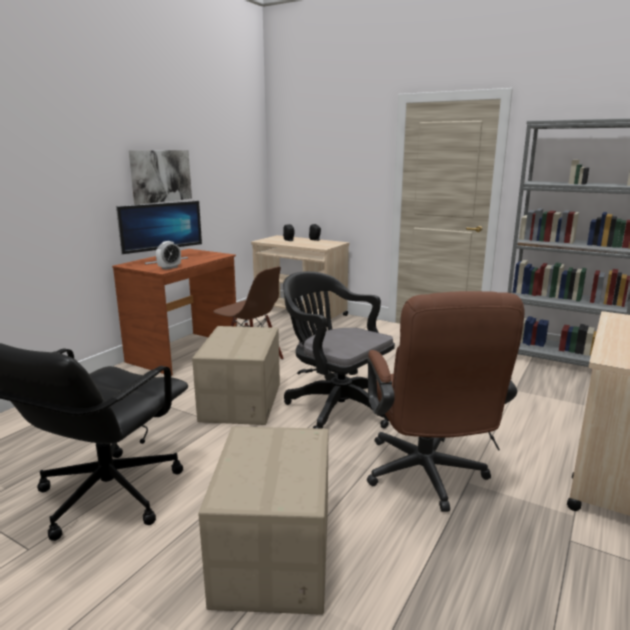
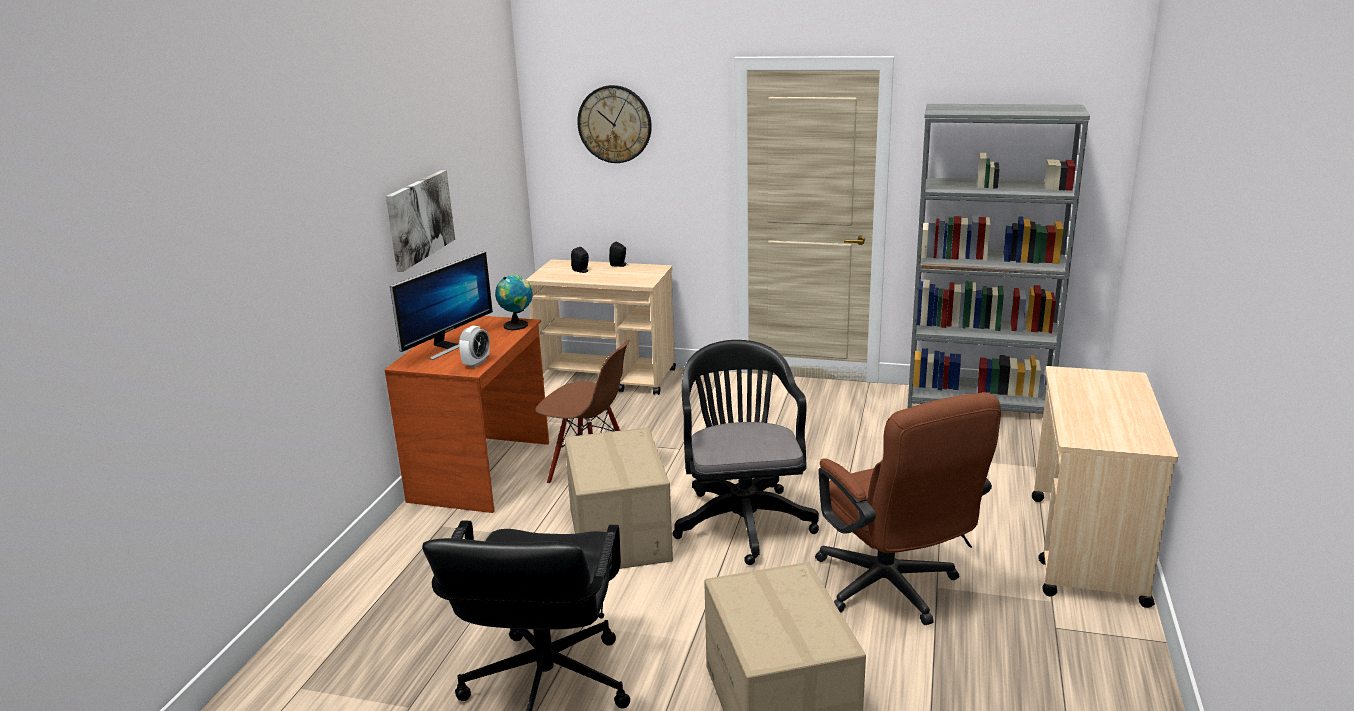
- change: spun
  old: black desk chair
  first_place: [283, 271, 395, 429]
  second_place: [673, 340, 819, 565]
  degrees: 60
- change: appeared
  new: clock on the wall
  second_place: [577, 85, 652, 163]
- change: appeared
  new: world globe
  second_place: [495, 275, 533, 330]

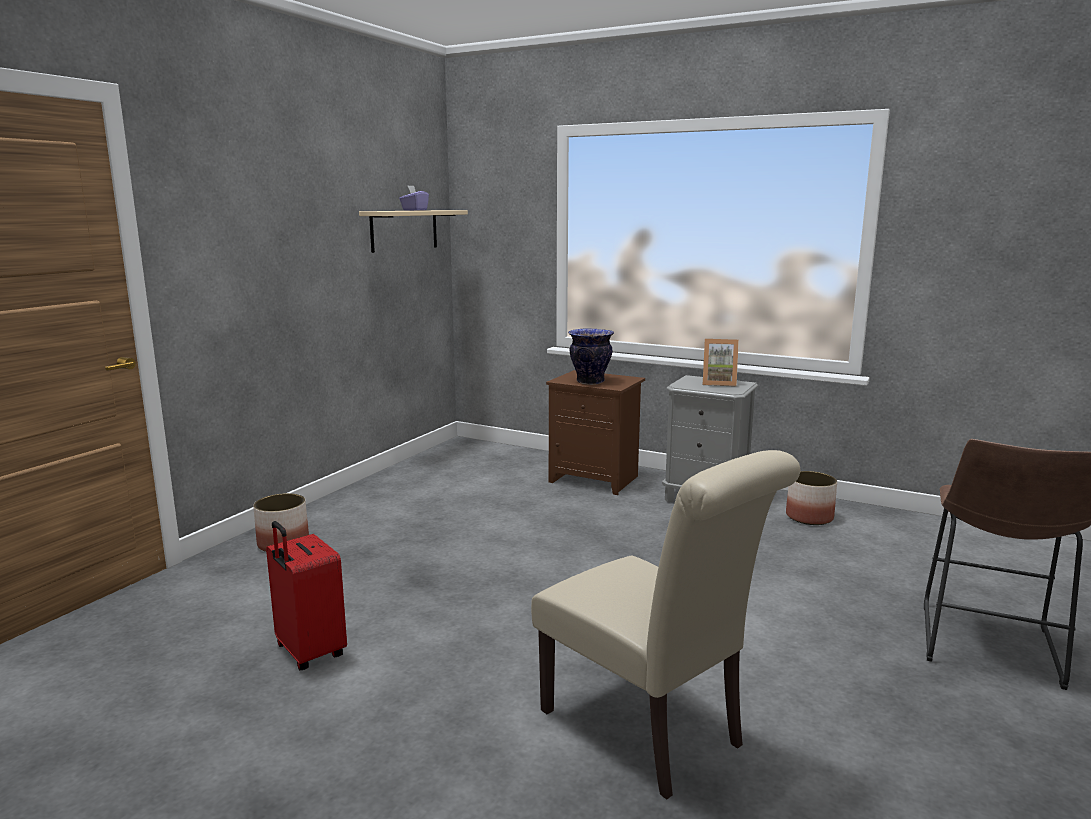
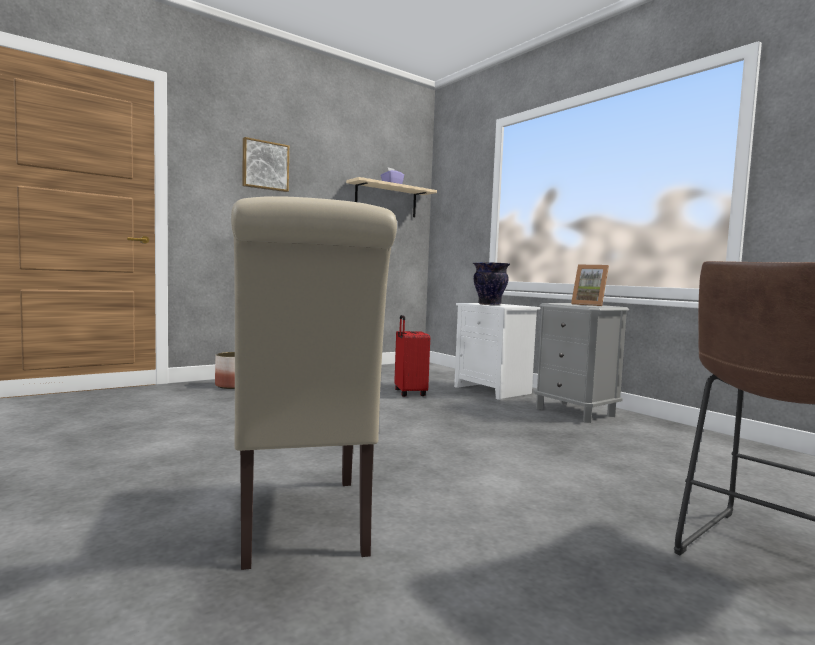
- change: colour
  old: brown-coloured nightstand
  new: white nightstand
  first_place: [546, 370, 645, 495]
  second_place: [454, 303, 540, 400]
- change: missing
  old: planter
  first_place: [786, 471, 837, 525]
- change: relocated
  old: red piece of luggage
  first_place: [266, 521, 347, 670]
  second_place: [394, 315, 430, 397]
- change: appeared
  new: picture
  second_place: [242, 137, 289, 192]

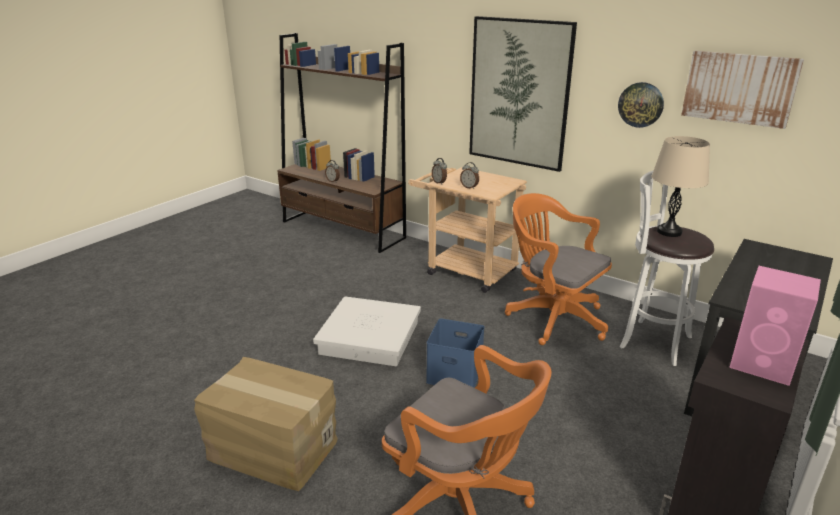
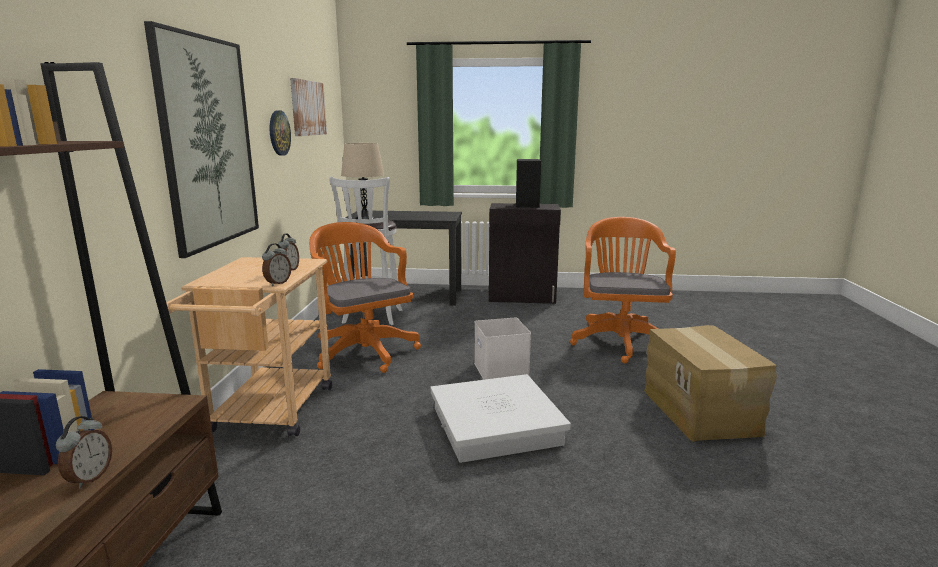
- change: spun
  old: orange desk chair
  first_place: [505, 193, 612, 345]
  second_place: [309, 222, 421, 373]
  degrees: 135
- change: colour
  old: pink-coloured speaker
  new: black speaker
  first_place: [729, 266, 821, 386]
  second_place: [516, 159, 541, 208]
- change: colour
  old: blue-coloured storage bin
  new: white storage bin
  first_place: [426, 318, 485, 388]
  second_place: [474, 318, 531, 380]

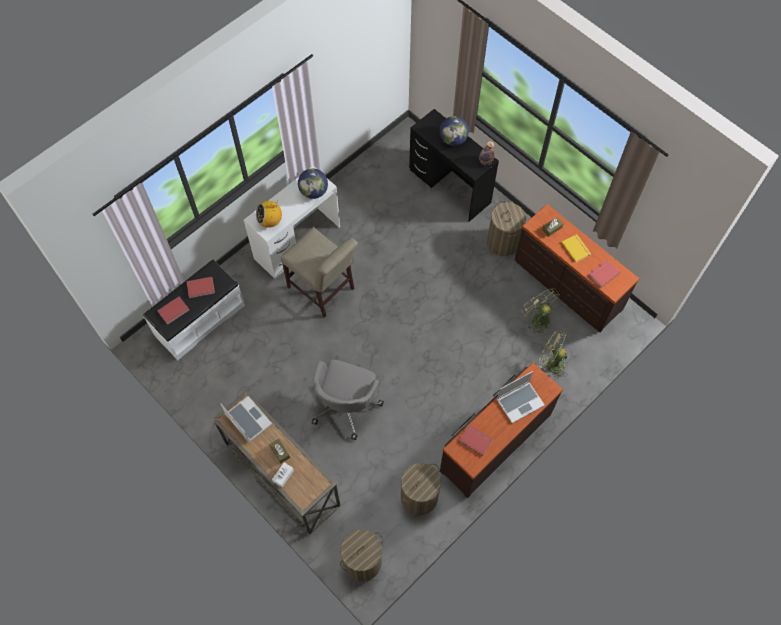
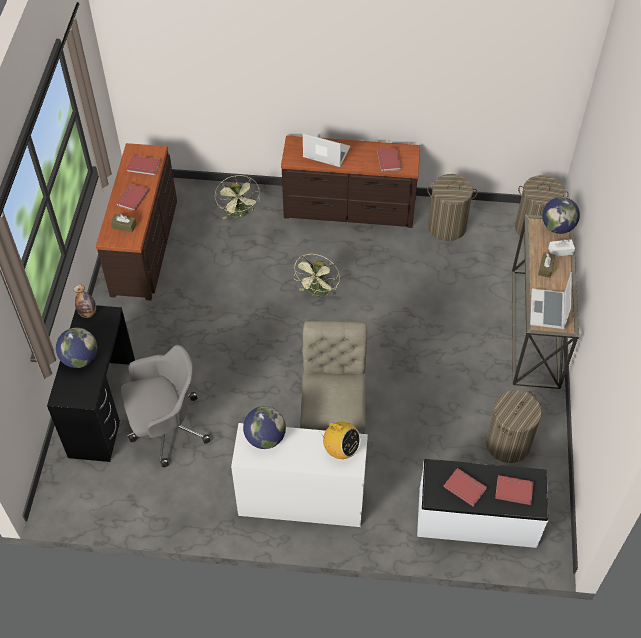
- change: relocated
  old: hamper
  first_place: [487, 200, 526, 256]
  second_place: [486, 390, 542, 463]
- change: colour
  old: yellow-coloured volume
  new: red volume
  first_place: [561, 234, 591, 263]
  second_place: [116, 183, 149, 211]
- change: relocated
  old: green fan
  first_place: [521, 288, 560, 335]
  second_place: [293, 254, 340, 297]
- change: relocated
  old: greyish desk chair
  first_place: [312, 360, 384, 440]
  second_place: [121, 345, 210, 467]
- change: appeared
  new: world globe
  second_place: [542, 197, 580, 234]

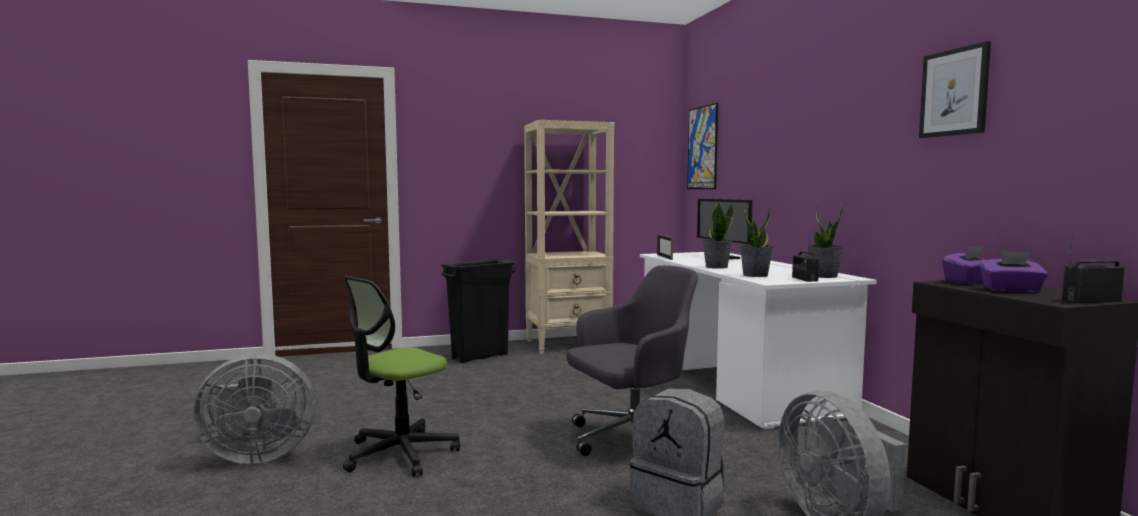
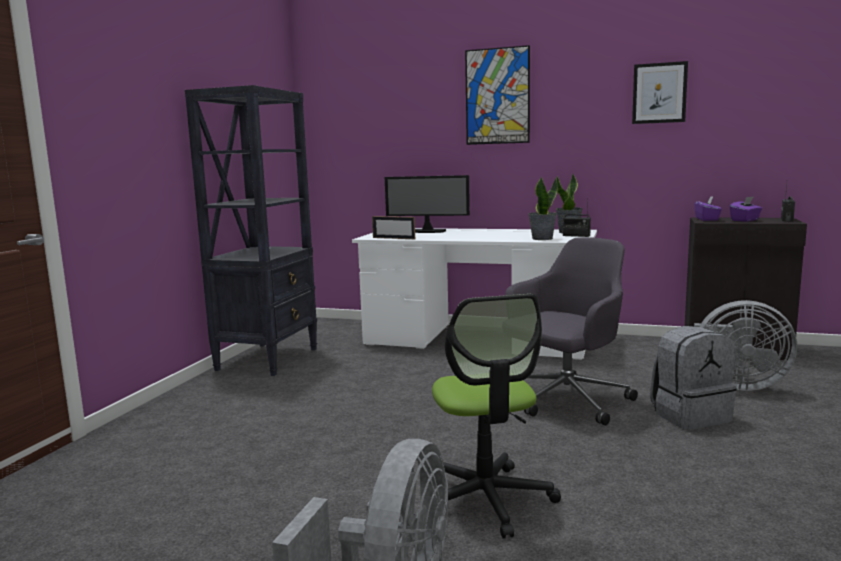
- change: relocated
  old: picture
  first_place: [687, 103, 718, 189]
  second_place: [465, 45, 530, 145]
- change: colour
  old: beige-coloured bookcase
  new: black bookcase
  first_place: [524, 120, 615, 354]
  second_place: [185, 85, 317, 376]
- change: missing
  old: houseplant
  first_place: [702, 202, 733, 269]
- change: missing
  old: black rubbish bin
  first_place: [441, 259, 515, 363]
- change: spun
  old: greyish desk chair
  first_place: [566, 265, 698, 456]
  second_place: [505, 237, 638, 425]
  degrees: 45

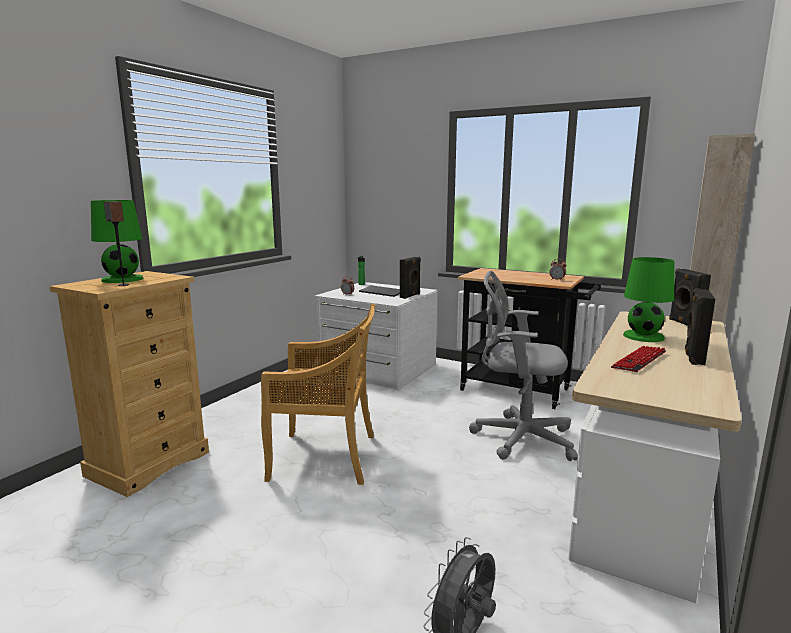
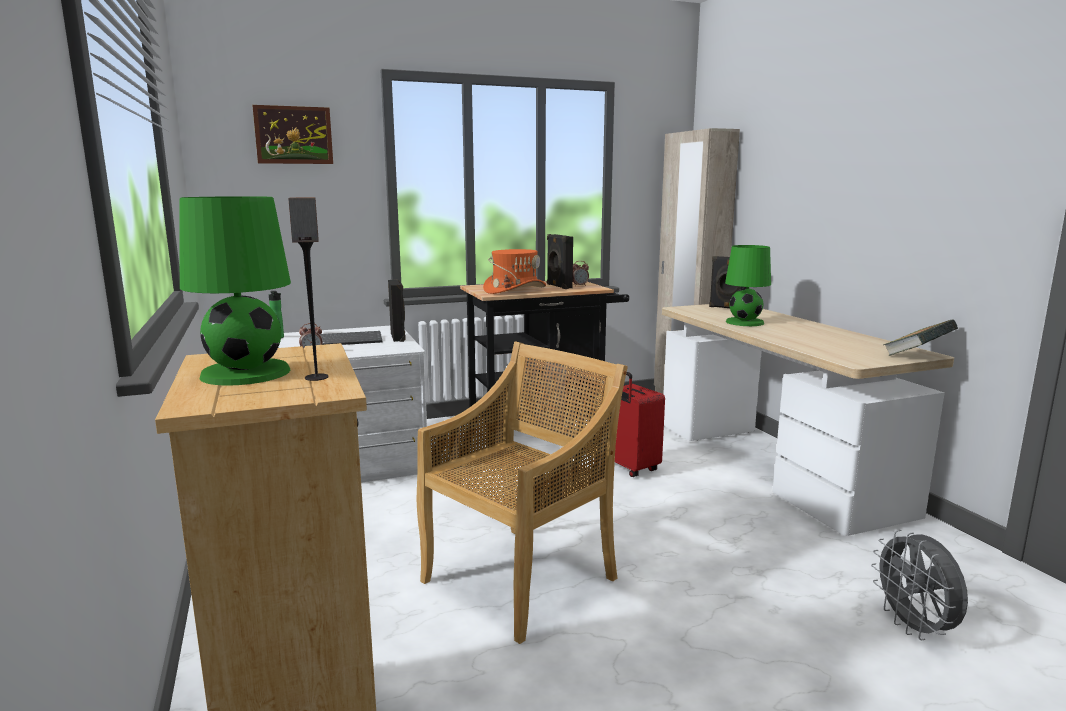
- change: exchanged
  old: greyish desk chair
  new: red piece of luggage
  first_place: [469, 271, 578, 461]
  second_place: [615, 372, 665, 477]
- change: relocated
  old: black speaker
  first_place: [685, 288, 715, 365]
  second_place: [547, 234, 573, 289]
- change: missing
  old: PC keyboard
  first_place: [611, 346, 666, 372]
- change: appeared
  new: picture
  second_place: [252, 105, 333, 164]
- change: appeared
  new: orange wearable hat
  second_place: [483, 249, 546, 294]
- change: appeared
  new: volume
  second_place: [883, 319, 958, 356]

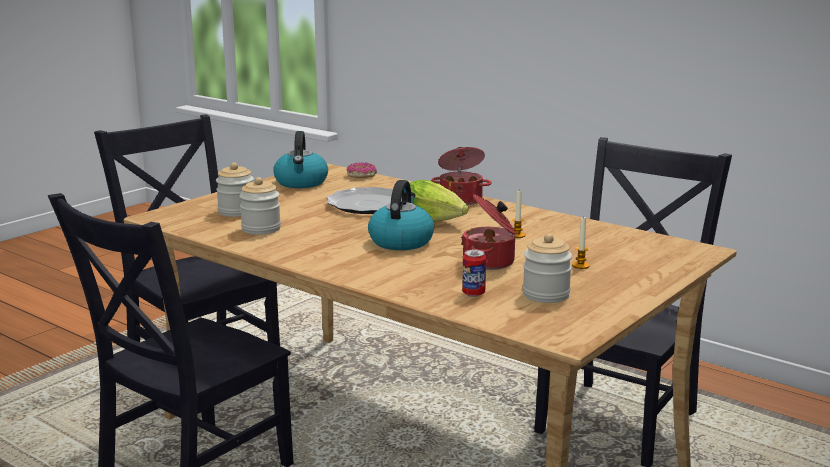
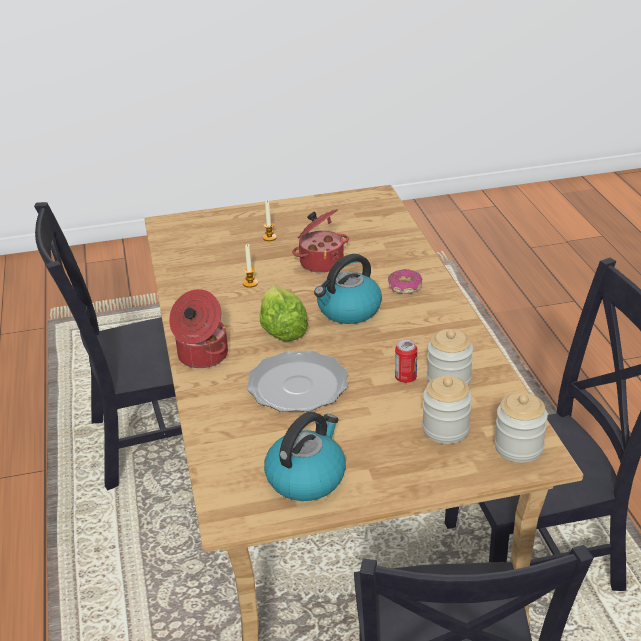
- change: relocated
  old: donut
  first_place: [347, 162, 377, 178]
  second_place: [388, 269, 423, 294]
- change: relocated
  old: preserve jar
  first_place: [523, 234, 572, 303]
  second_place: [495, 393, 548, 463]
- change: relocated
  old: can
  first_place: [462, 250, 486, 297]
  second_place: [395, 340, 417, 383]

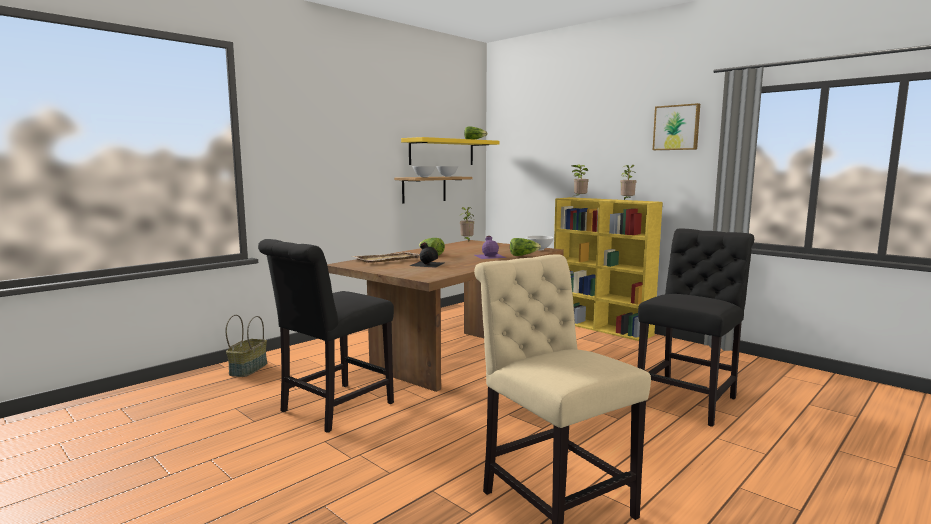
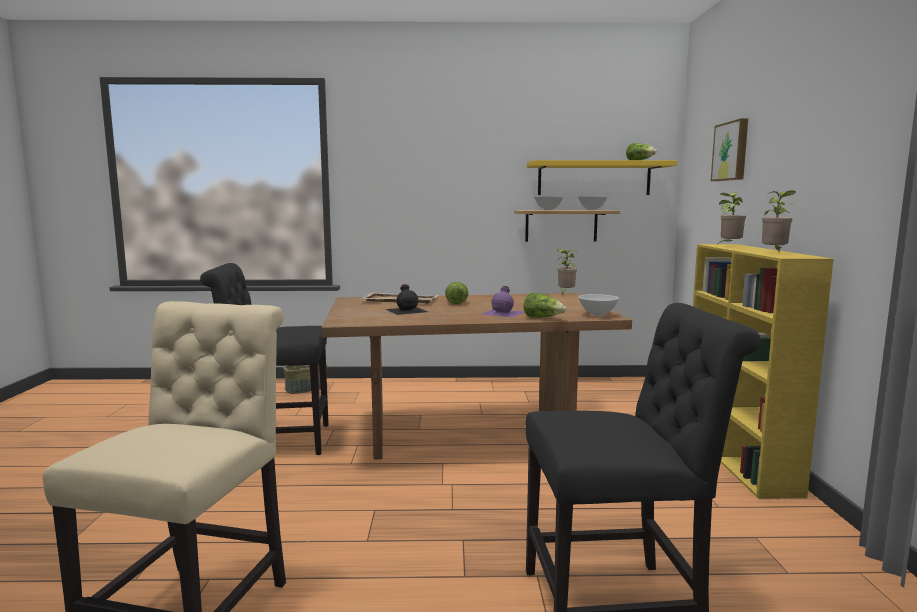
- change: relocated
  old: picture
  first_place: [653, 103, 700, 150]
  second_place: [711, 118, 748, 181]

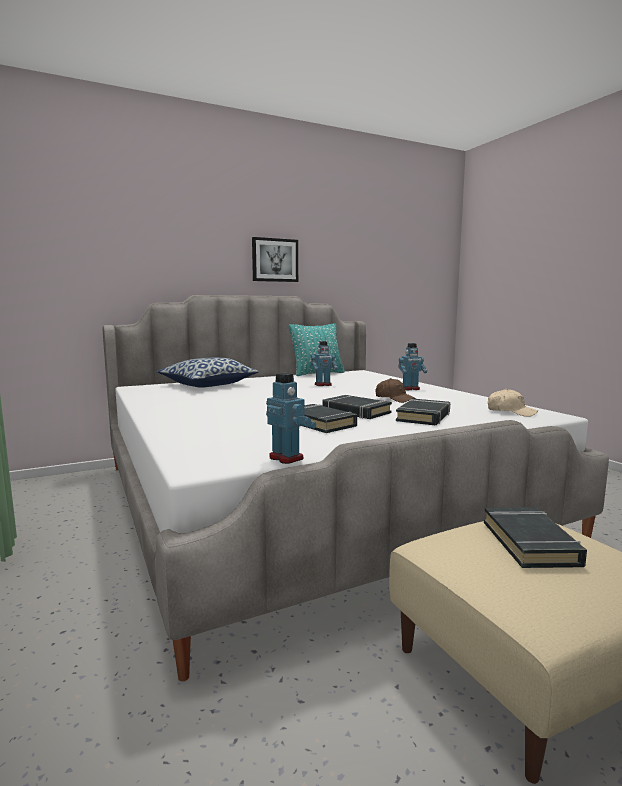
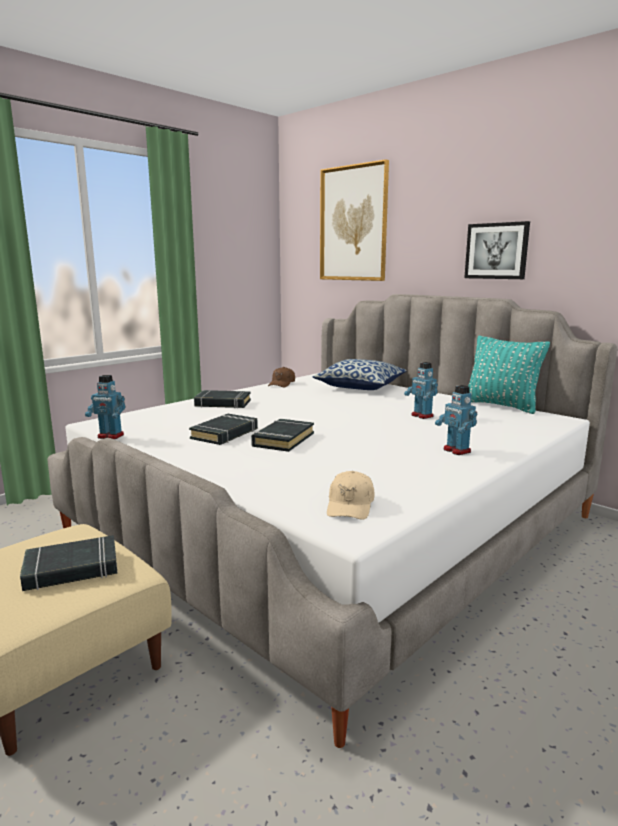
- change: spun
  old: toy robot
  first_place: [266, 373, 316, 464]
  second_place: [85, 375, 125, 439]
  degrees: 75
- change: relocated
  old: brown-coloured baseball cap
  first_place: [375, 378, 416, 403]
  second_place: [268, 367, 295, 387]
- change: relocated
  old: black volume
  first_place: [396, 399, 450, 425]
  second_place: [194, 390, 251, 408]
- change: appeared
  new: picture
  second_place: [320, 159, 389, 281]

